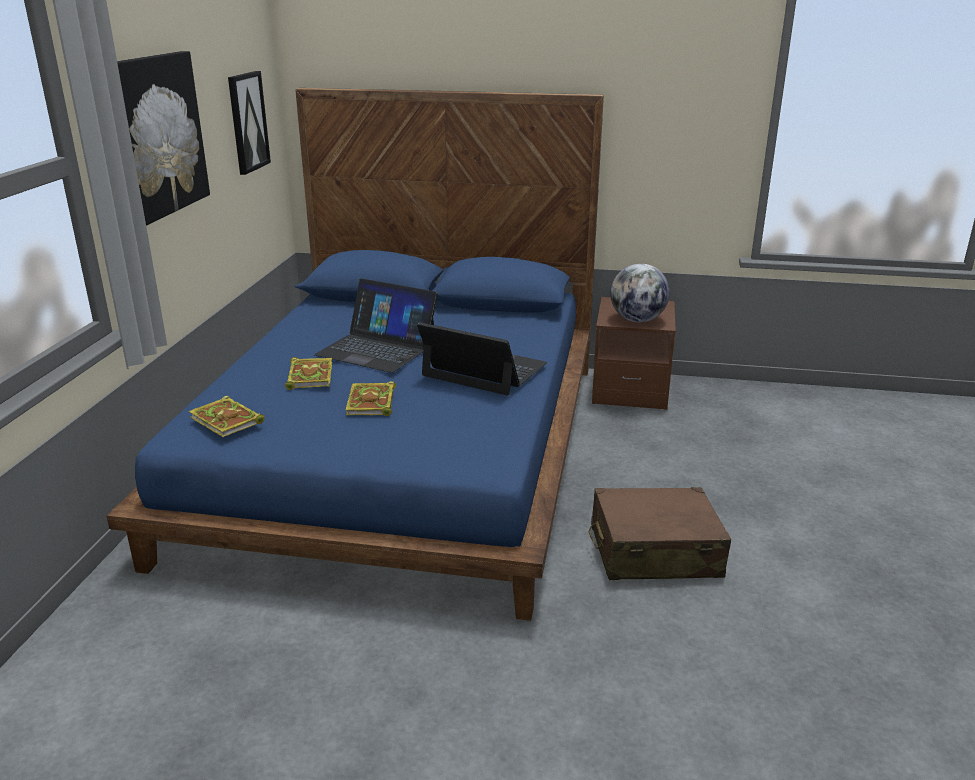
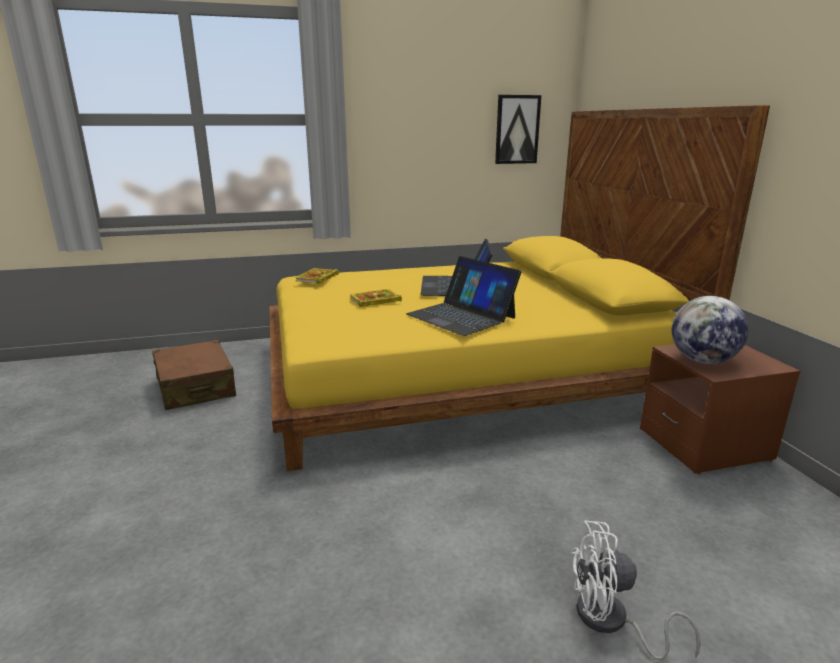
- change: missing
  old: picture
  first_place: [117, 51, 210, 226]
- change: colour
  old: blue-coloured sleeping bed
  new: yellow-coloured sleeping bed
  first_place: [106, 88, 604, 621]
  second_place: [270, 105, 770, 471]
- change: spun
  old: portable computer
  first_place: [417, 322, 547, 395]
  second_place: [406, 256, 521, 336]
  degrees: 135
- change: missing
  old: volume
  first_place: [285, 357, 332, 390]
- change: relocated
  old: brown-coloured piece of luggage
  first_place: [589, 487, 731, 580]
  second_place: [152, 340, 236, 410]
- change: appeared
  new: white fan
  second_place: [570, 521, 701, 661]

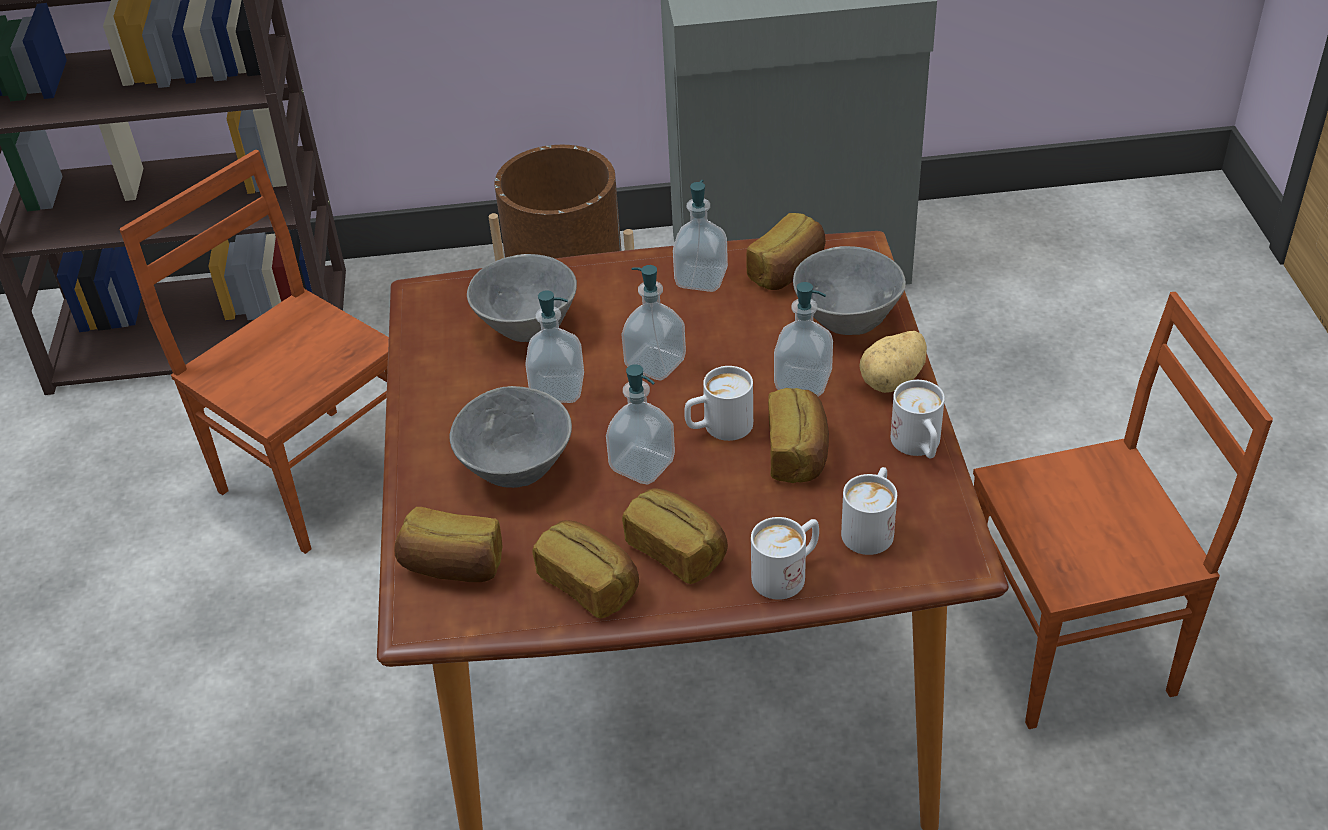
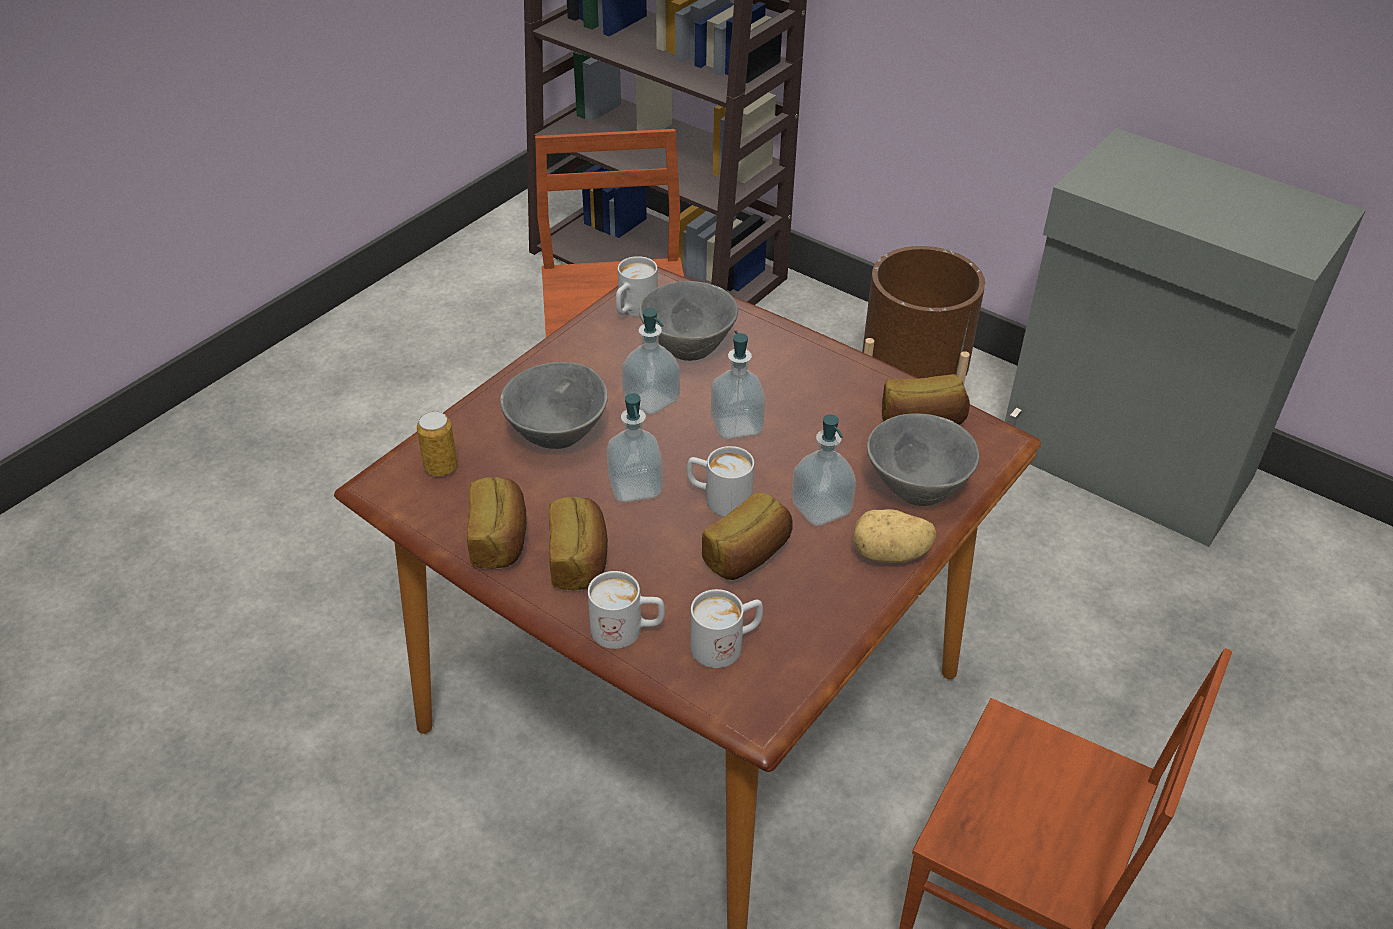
- change: missing
  old: soap bottle
  first_place: [673, 180, 728, 292]
- change: relocated
  old: white mug
  first_place: [891, 380, 945, 458]
  second_place: [616, 256, 658, 317]
- change: exchanged
  old: bakery bread
  new: can
  first_place: [394, 507, 503, 582]
  second_place: [417, 411, 457, 476]

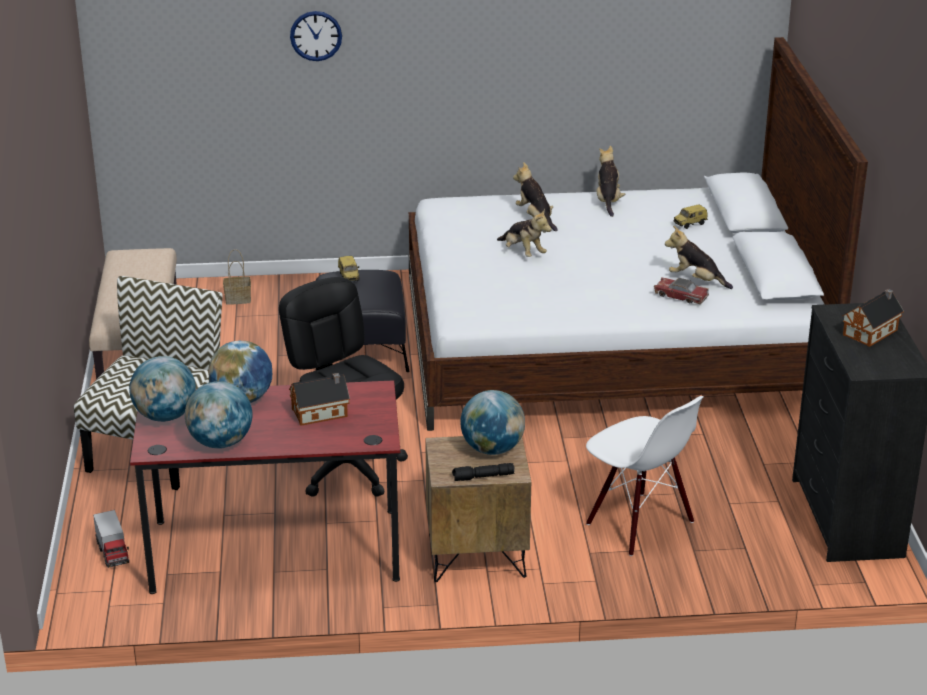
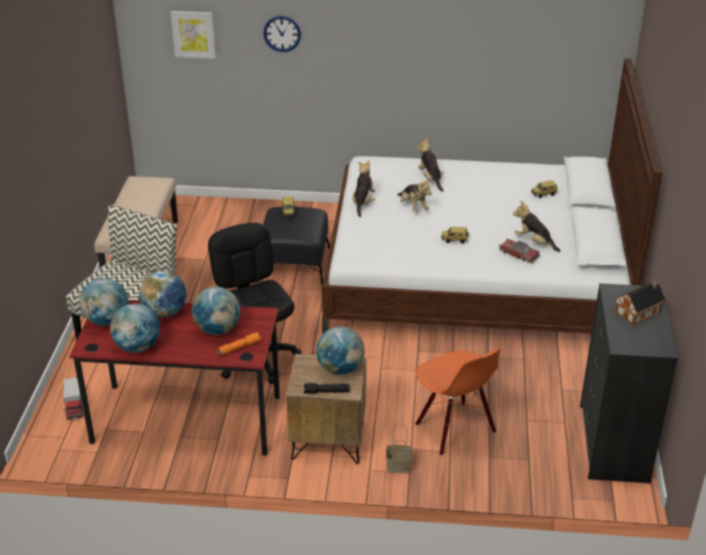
- change: relocated
  old: plush toy
  first_place: [597, 146, 625, 217]
  second_place: [352, 160, 375, 217]
- change: relocated
  old: storage basket
  first_place: [223, 249, 251, 305]
  second_place: [386, 423, 413, 473]
- change: exchanged
  old: model house
  new: world globe
  first_place: [289, 373, 350, 426]
  second_place: [192, 287, 240, 335]
- change: colour
  old: white chair
  new: orange chair
  first_place: [586, 396, 704, 556]
  second_place: [415, 348, 501, 456]
- change: appeared
  new: picture
  second_place: [171, 11, 216, 59]
- change: appeared
  new: toy car
  second_place: [441, 227, 469, 244]
- change: appeared
  new: orange torch
  second_place: [217, 332, 262, 356]

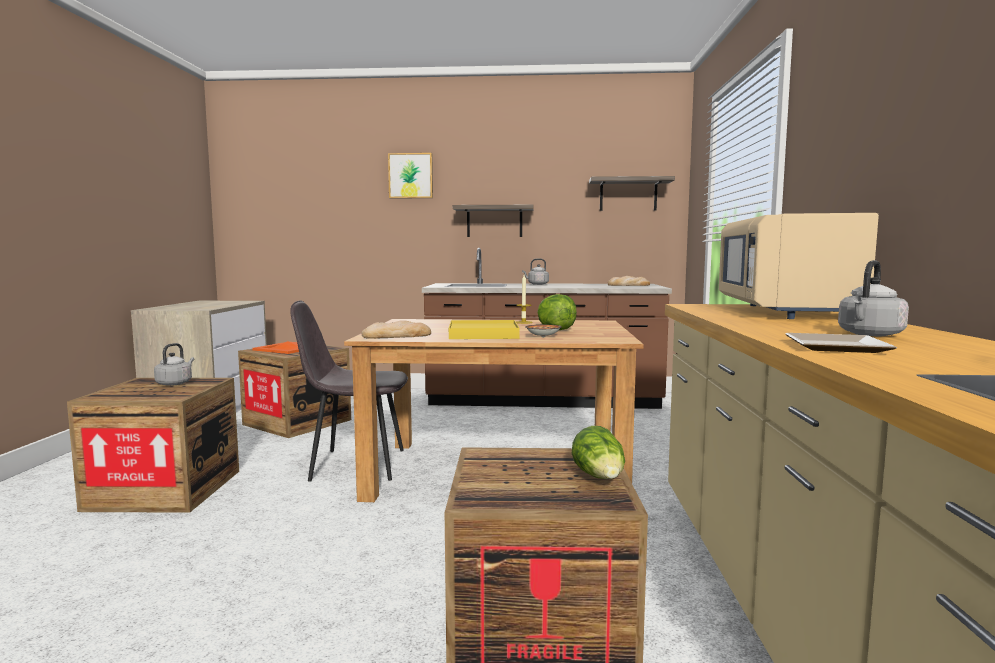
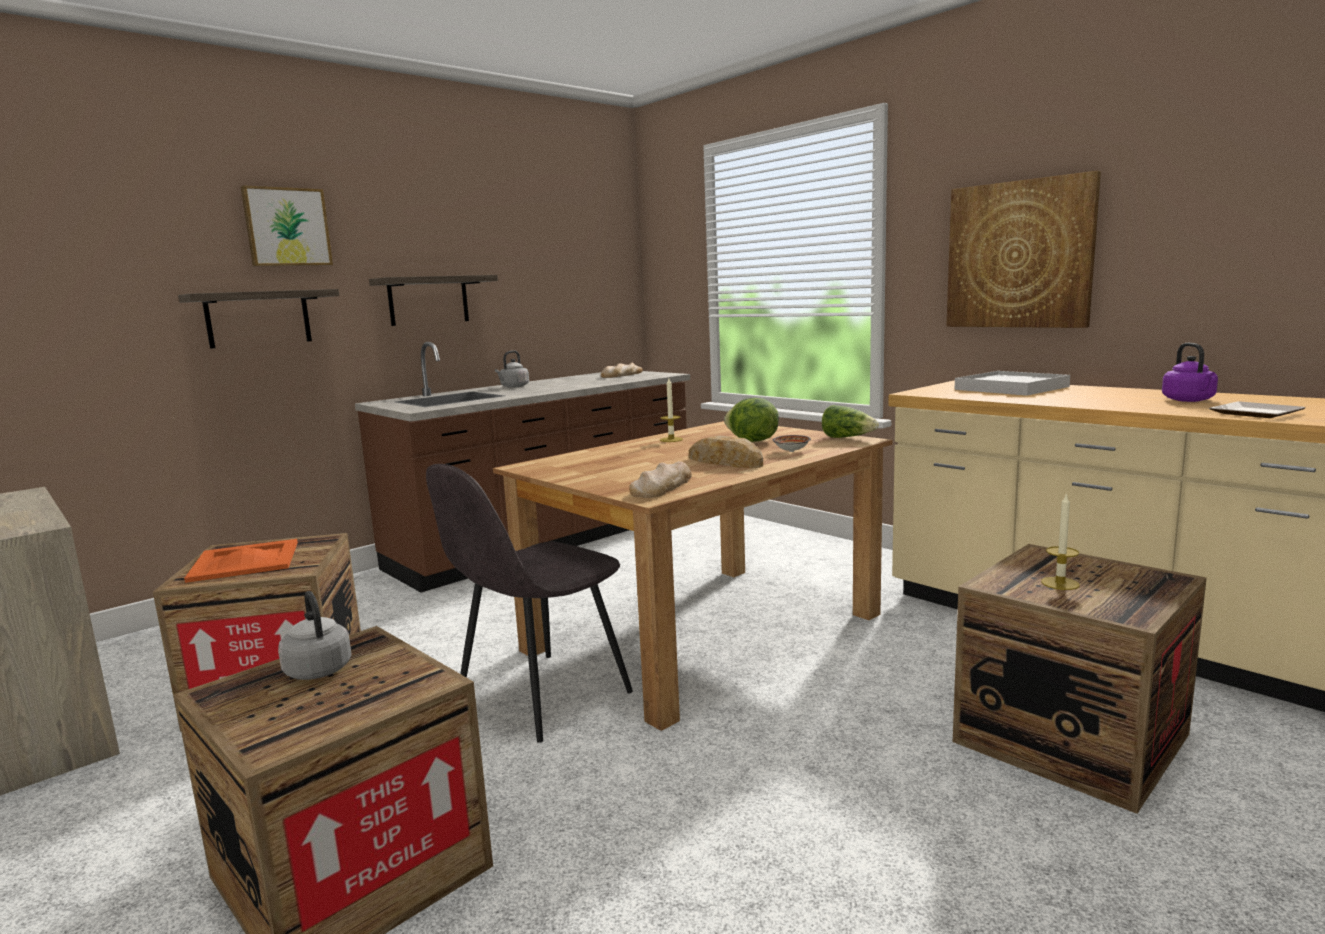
- change: relocated
  old: bracket shelf
  first_place: [589, 176, 675, 211]
  second_place: [178, 289, 340, 349]
- change: exchanged
  old: beige-coloured microwave
  new: white tray
  first_place: [719, 213, 879, 319]
  second_place: [955, 371, 1070, 396]
- change: colour
  old: greyish water kettle
  new: purplish water kettle
  first_place: [838, 260, 909, 336]
  second_place: [1162, 343, 1218, 402]
- change: exchanged
  old: yellow-coloured tray
  new: bakery bread
  first_place: [449, 320, 520, 339]
  second_place: [689, 435, 763, 468]
- change: relocated
  old: lettuce head
  first_place: [572, 426, 625, 479]
  second_place: [822, 405, 879, 438]
- change: appeared
  new: picture
  second_place: [946, 171, 1101, 328]
- change: appeared
  new: candle
  second_place: [1041, 493, 1080, 590]

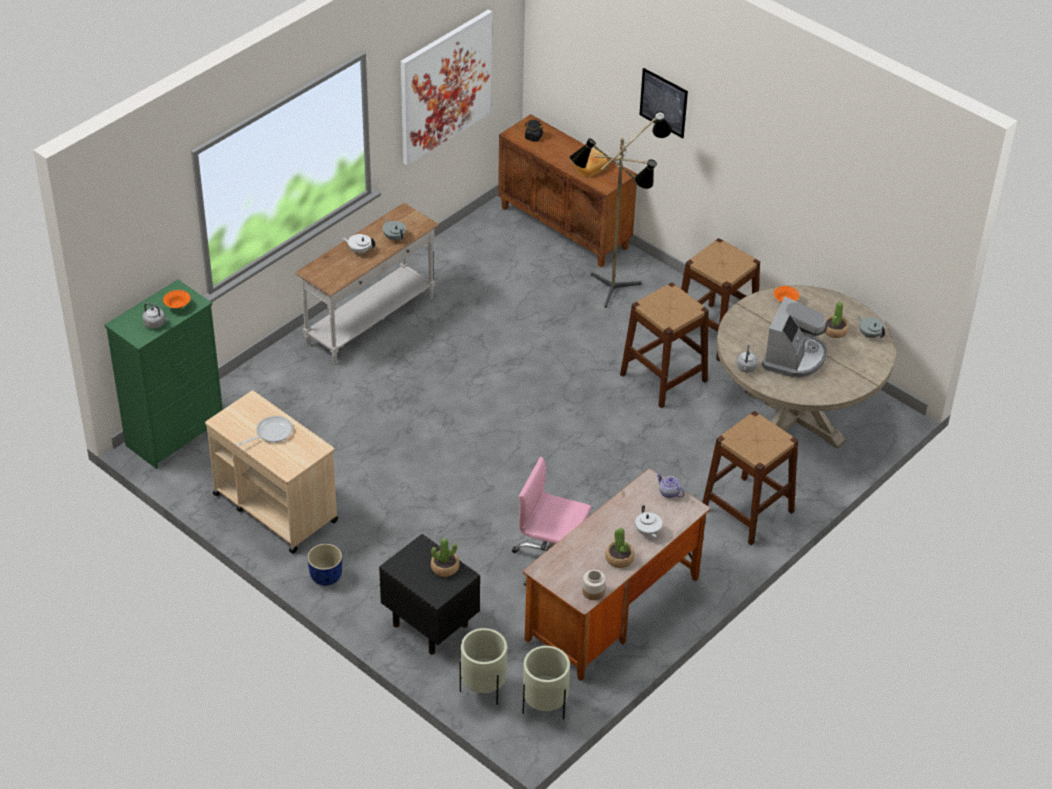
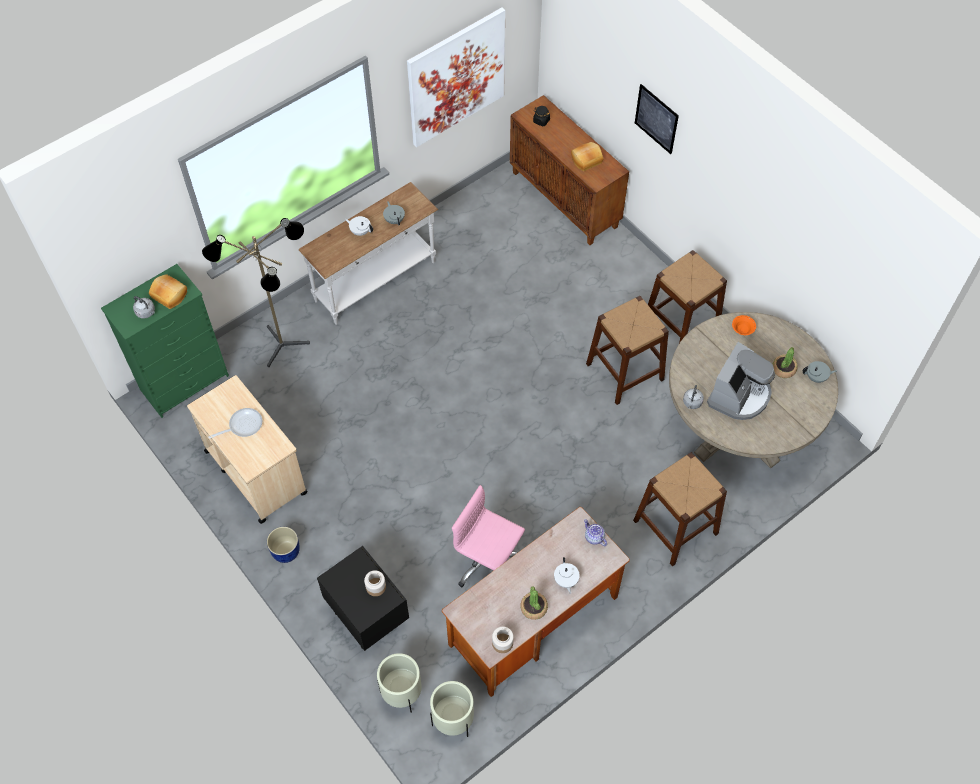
- change: relocated
  old: standard lamp
  first_place: [569, 112, 672, 308]
  second_place: [202, 218, 310, 367]
- change: exchanged
  old: orange bowl
  new: bakery bread
  first_place: [163, 290, 190, 309]
  second_place: [149, 274, 187, 309]
- change: spun
  old: greyish tea pot
  first_place: [858, 316, 885, 338]
  second_place: [803, 361, 837, 383]
  degrees: 120
- change: exchanged
  old: houseplant
  new: preserve jar
  first_place: [431, 538, 460, 577]
  second_place: [364, 570, 386, 596]

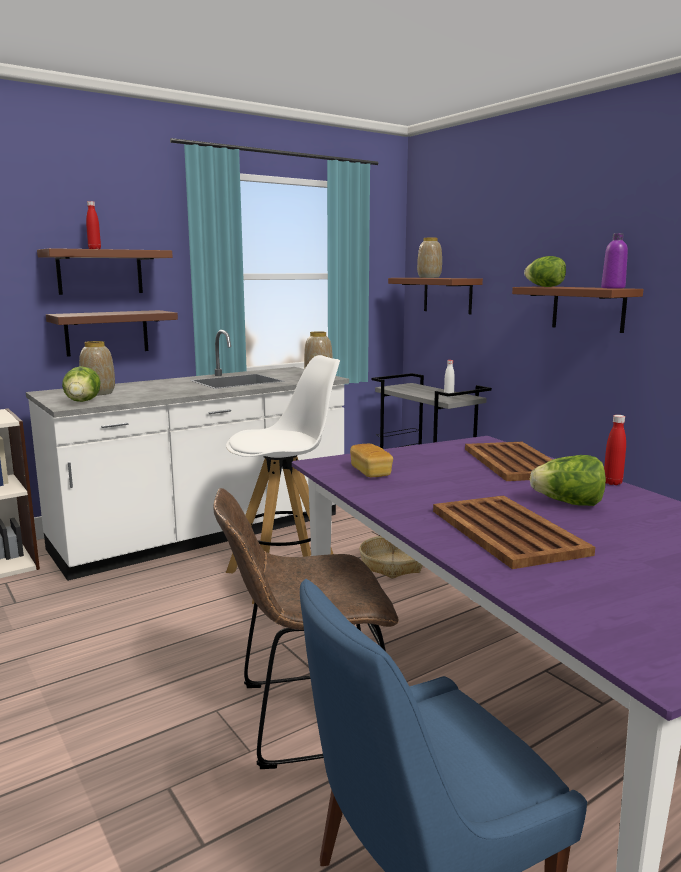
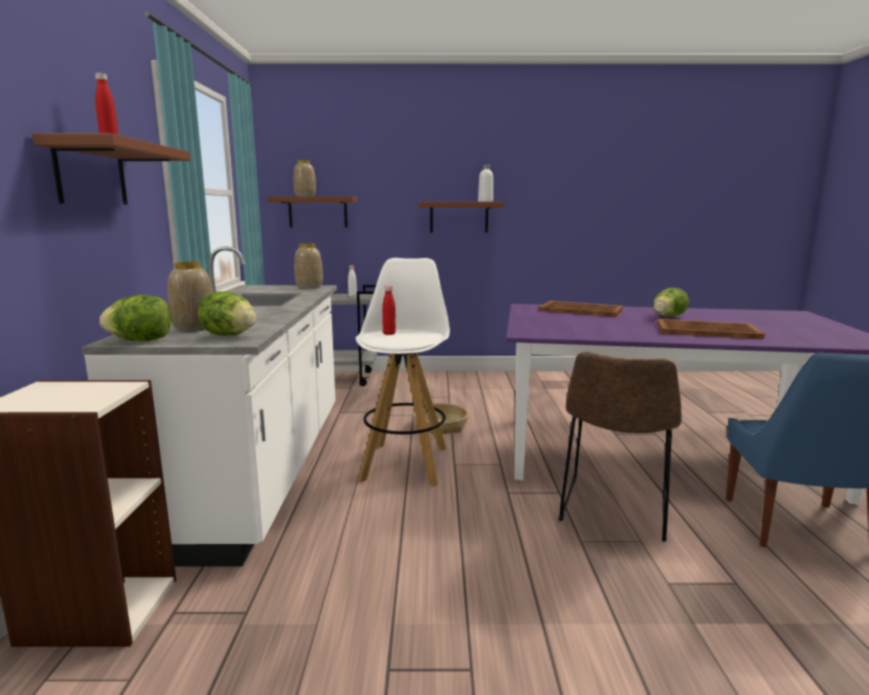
- change: colour
  old: purplish drink bottle
  new: white drink bottle
  first_place: [601, 233, 628, 288]
  second_place: [478, 165, 493, 202]
- change: relocated
  old: lettuce head
  first_place: [524, 256, 566, 287]
  second_place: [100, 295, 171, 341]
- change: missing
  old: brown-coloured bracket shelf
  first_place: [46, 310, 178, 357]
- change: relocated
  old: red drink bottle
  first_place: [604, 415, 626, 485]
  second_place: [382, 286, 396, 335]
- change: missing
  old: bakery bread
  first_place: [350, 444, 393, 477]

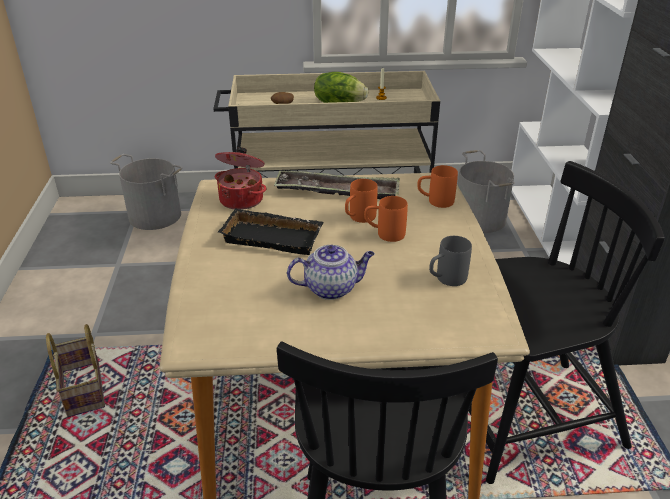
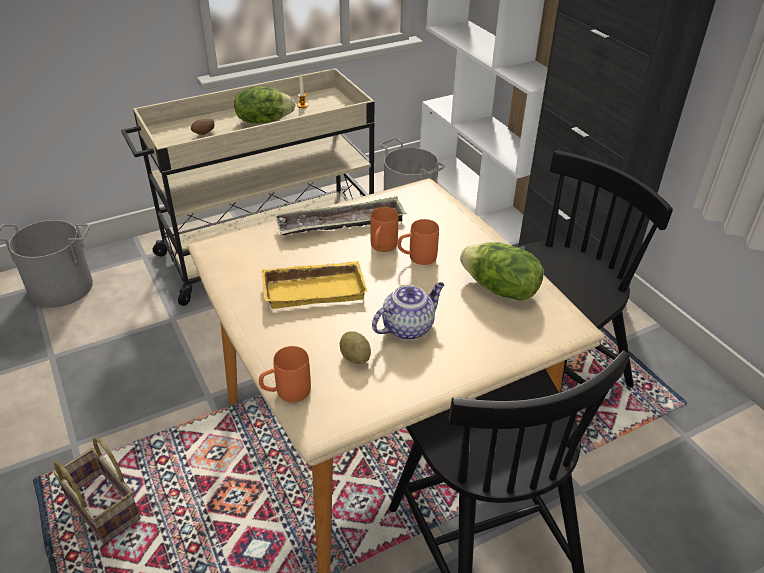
- change: missing
  old: stockpot
  first_place: [215, 147, 267, 210]
- change: relocated
  old: orange mug
  first_place: [417, 165, 458, 208]
  second_place: [259, 346, 311, 402]
- change: colour
  old: black tray
  new: yellow-coloured tray
  first_place: [218, 208, 324, 255]
  second_place: [261, 261, 368, 309]
- change: exchanged
  old: greyish mug
  new: lettuce head
  first_place: [429, 236, 472, 286]
  second_place: [460, 242, 543, 301]
- change: appeared
  new: potato
  second_place: [340, 331, 371, 364]

